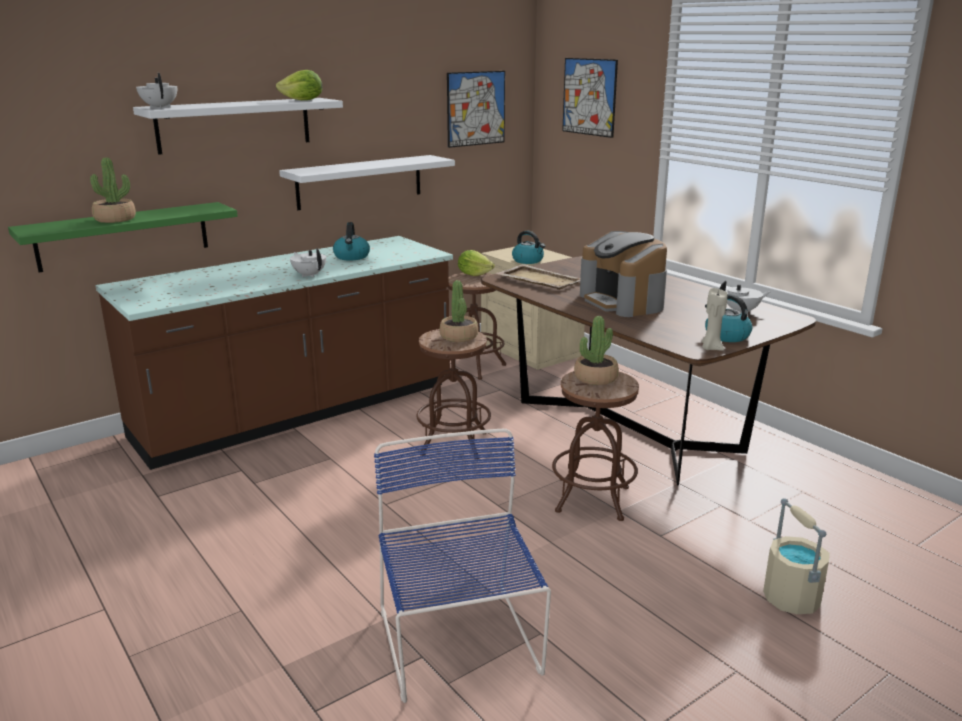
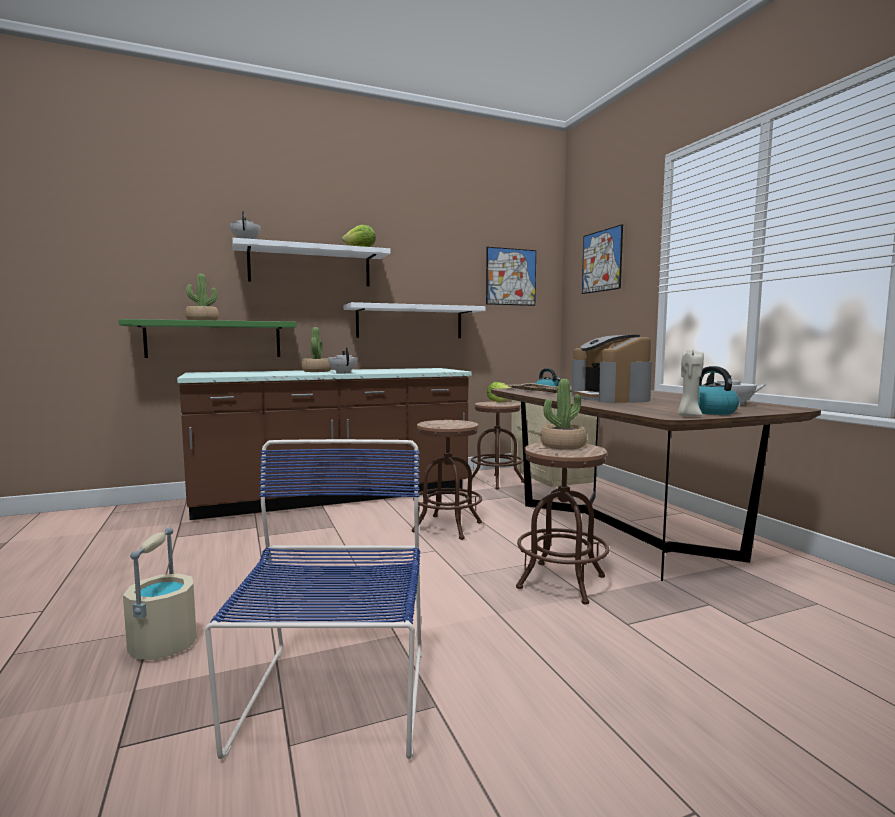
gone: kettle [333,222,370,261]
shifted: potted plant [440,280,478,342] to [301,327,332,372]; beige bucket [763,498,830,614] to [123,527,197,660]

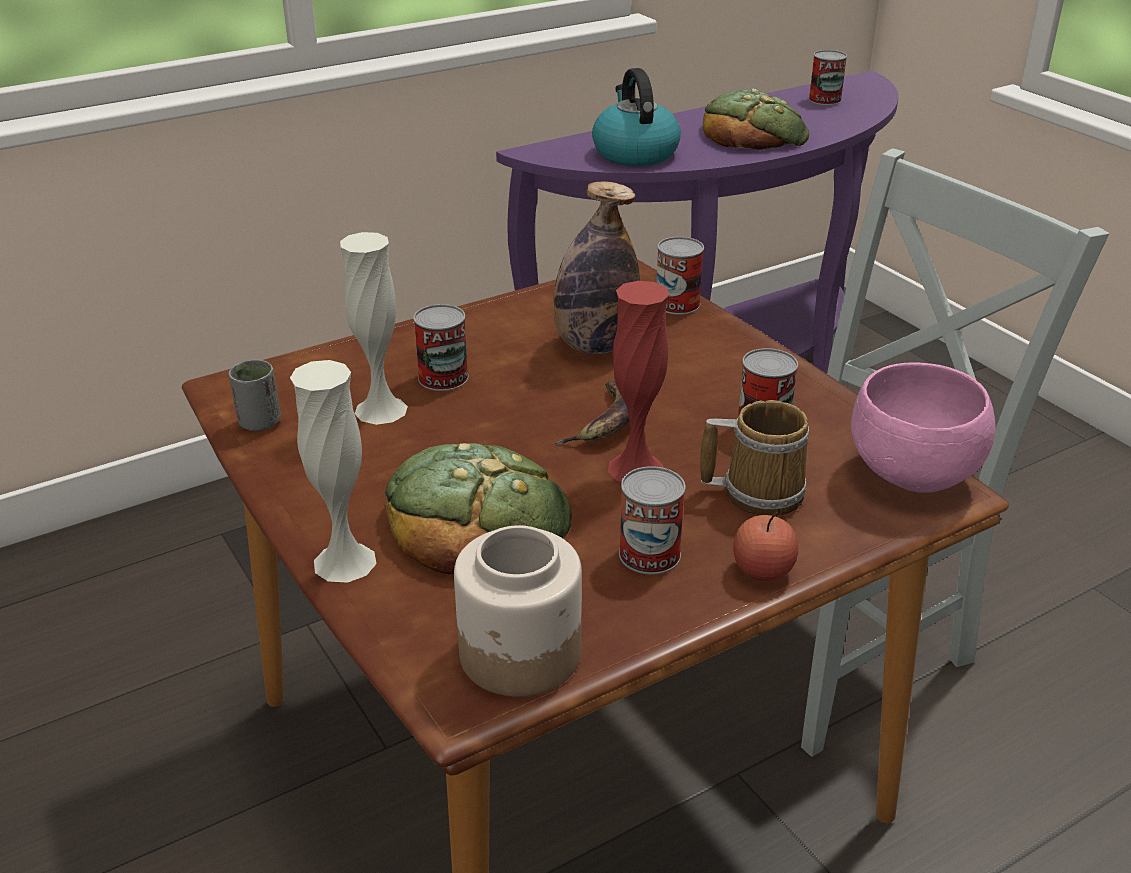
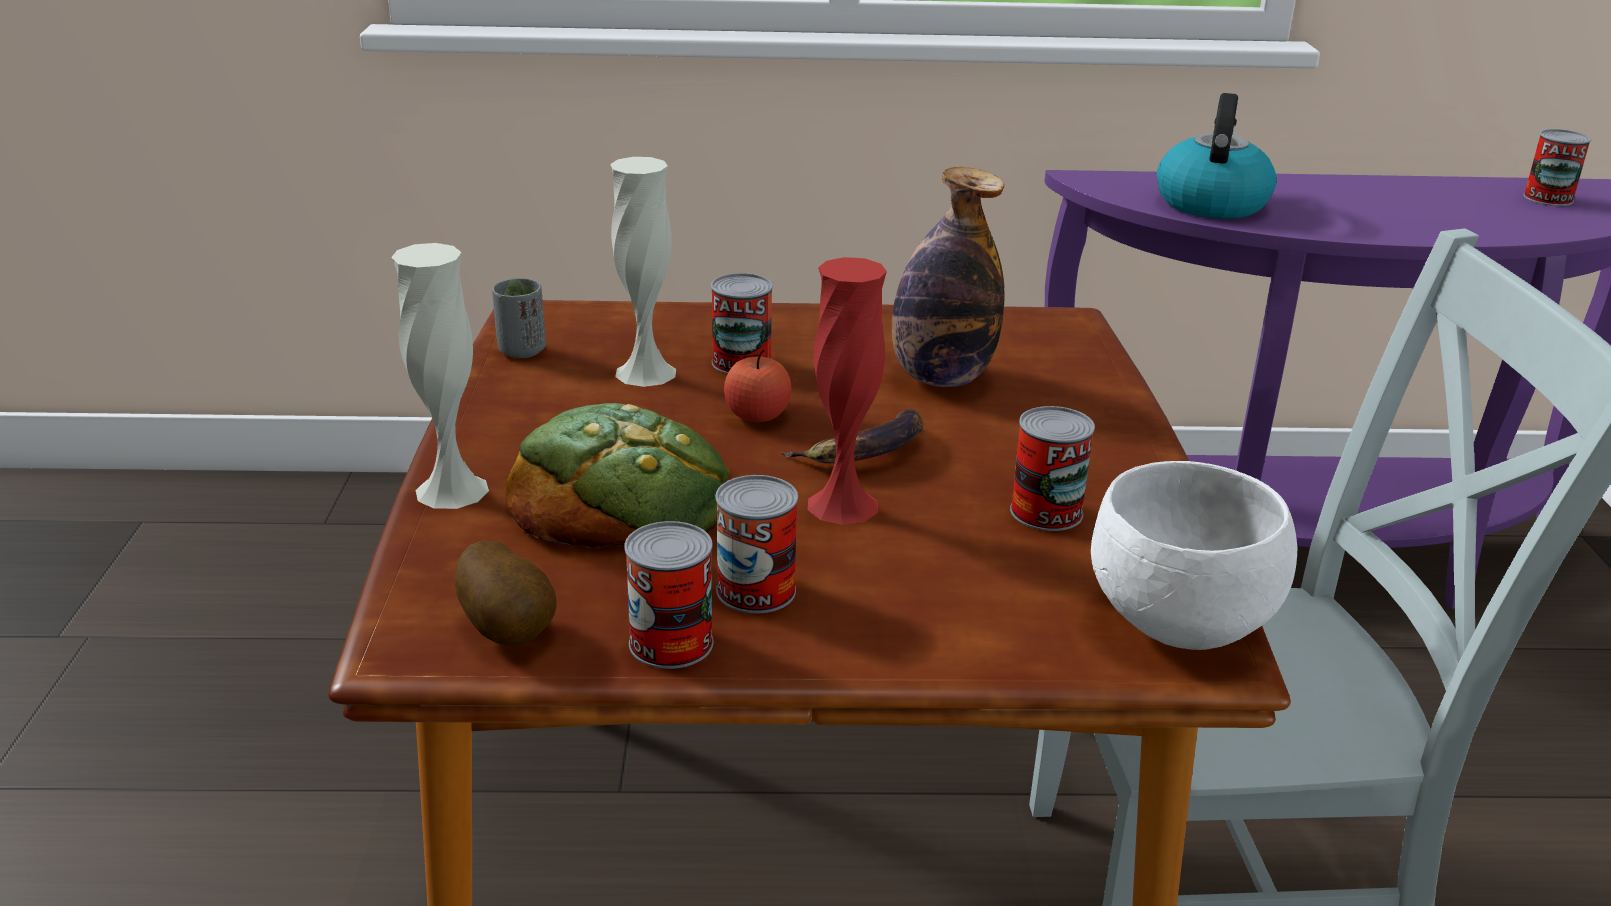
gone: mug [700,400,810,516]; bread [703,89,809,150]
shifted: can [657,237,704,315] to [624,521,713,669]; apple [733,513,798,581] to [724,349,792,422]
swapped: jar [454,525,582,697] to potato [455,540,557,645]
repainted: pink bowl [851,362,996,493] to white bowl [1091,461,1297,650]

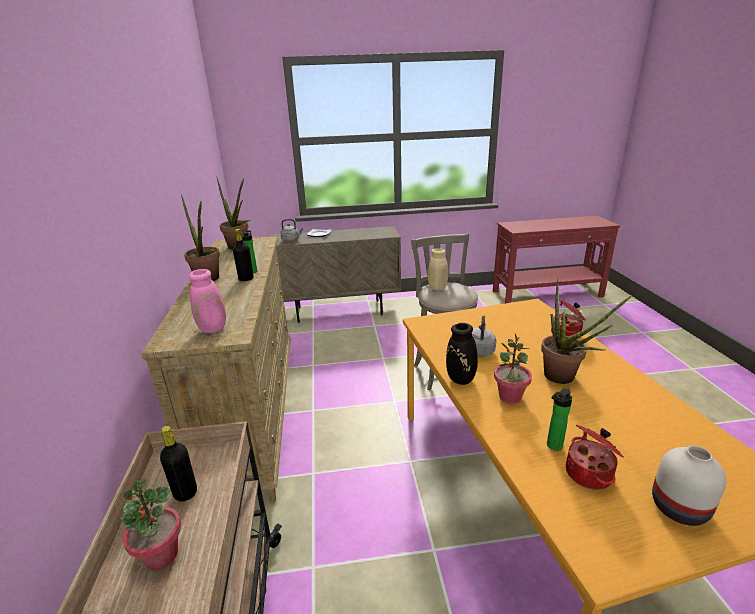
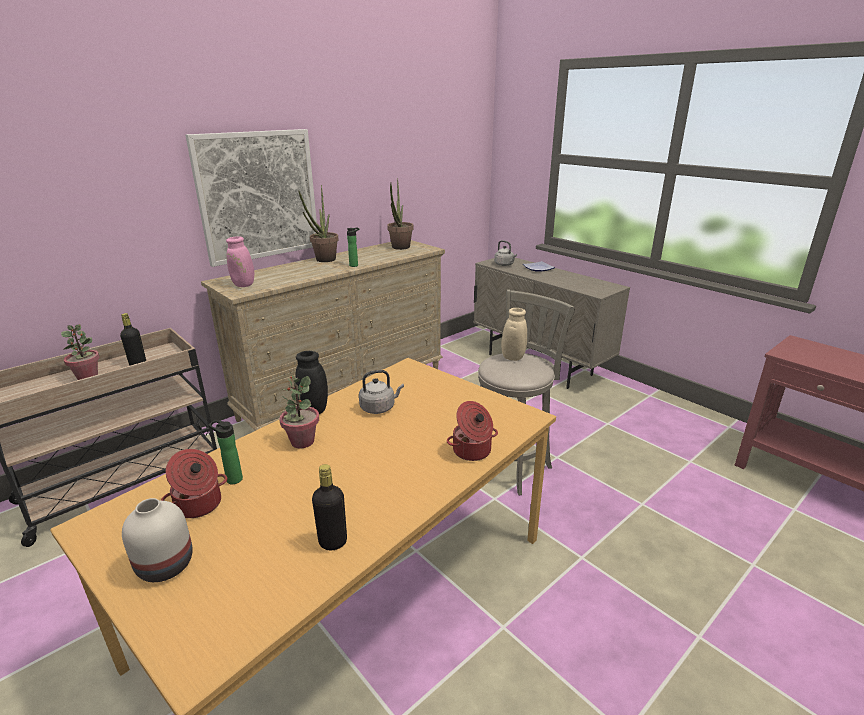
gone: potted plant [541,278,631,384]
new: picture [185,129,318,267]
shifted: black bottle [233,229,254,282] to [312,464,347,550]

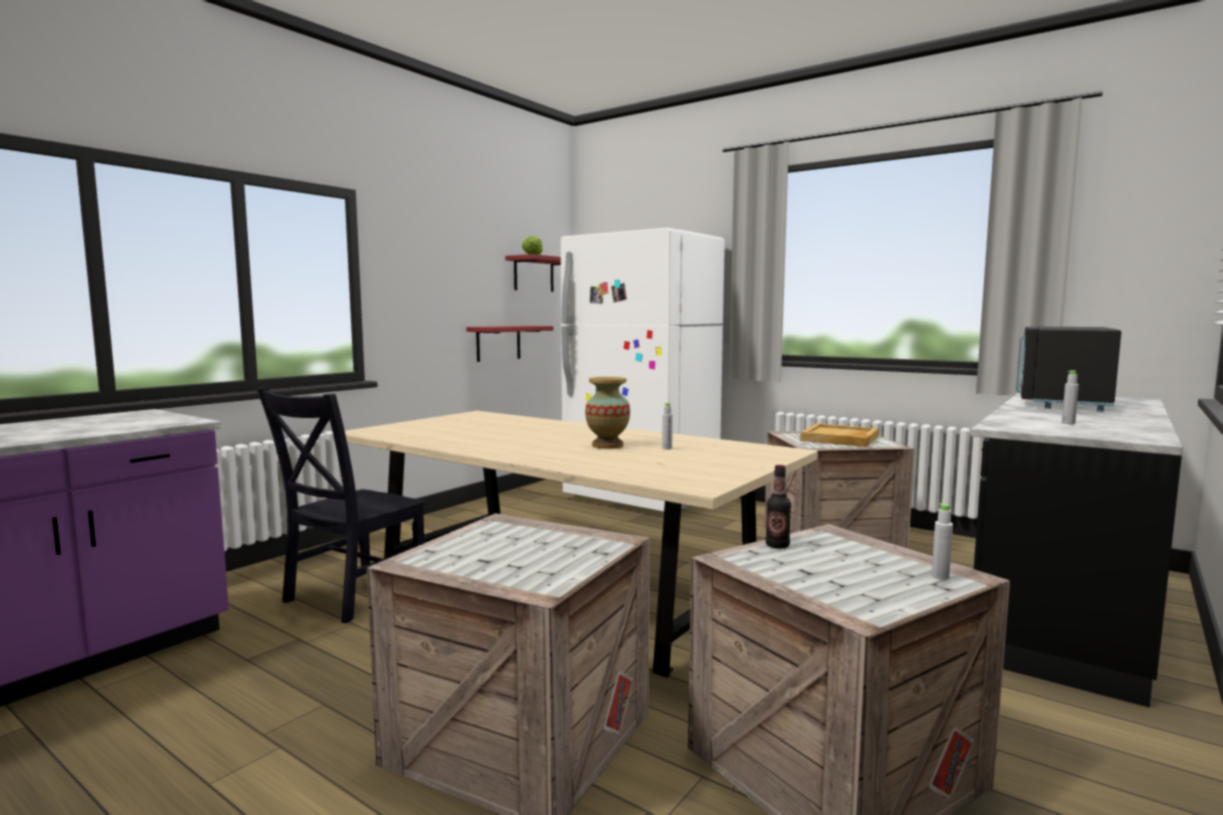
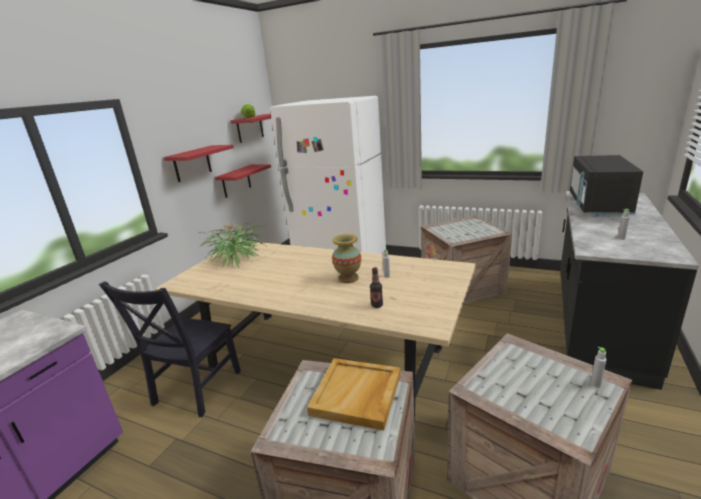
new: red shelf [164,145,234,182]; potted plant [198,223,266,269]
shifted: bottle [766,465,791,549] to [370,267,383,308]; beige tray [800,423,879,447] to [307,358,401,430]

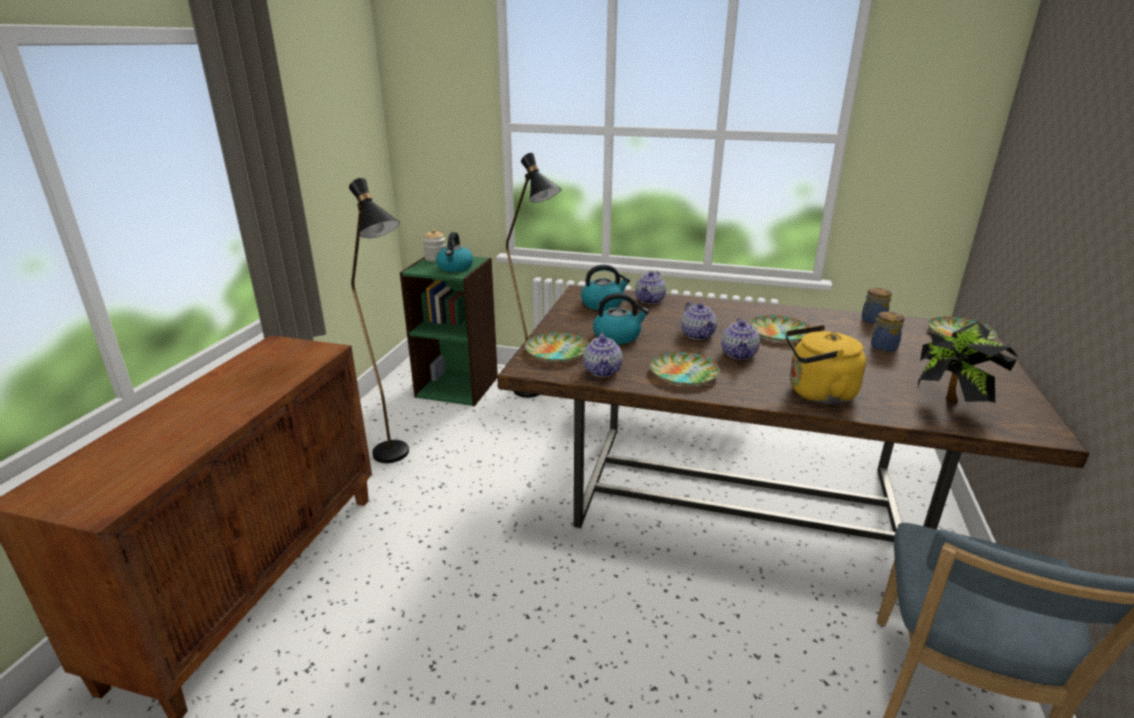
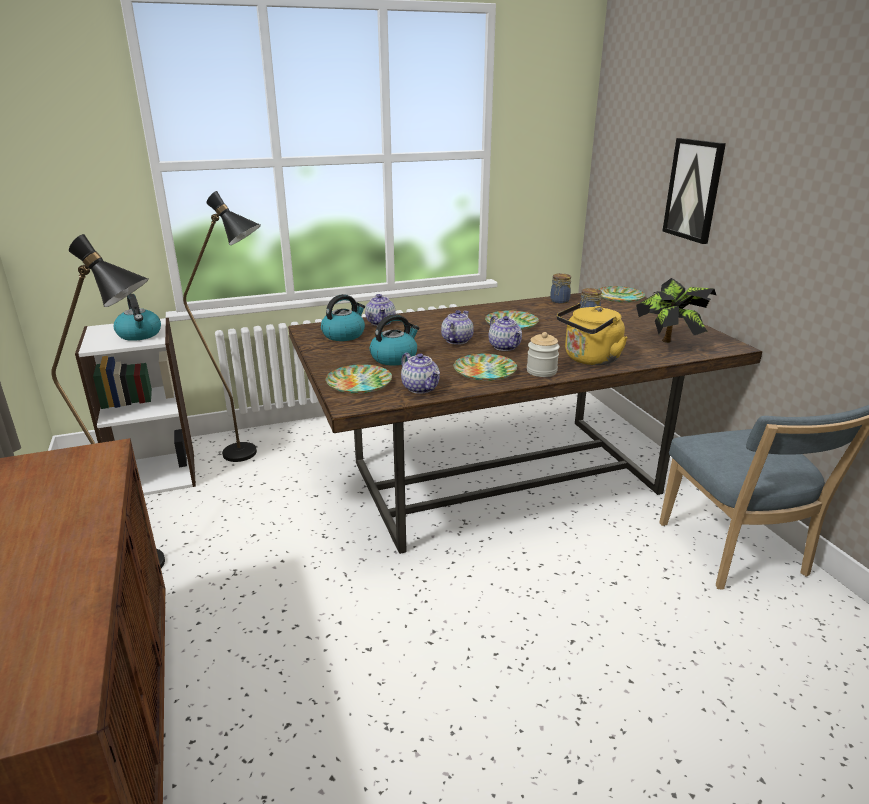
new: picture [662,138,726,244]
shifted: jar [423,229,446,262] to [527,332,560,377]
repainted: green bookcase [400,257,498,406] to white bookcase [75,318,196,496]
rotated: teapot [681,302,717,340] = [441,310,474,345] 105 degrees counterclockwise

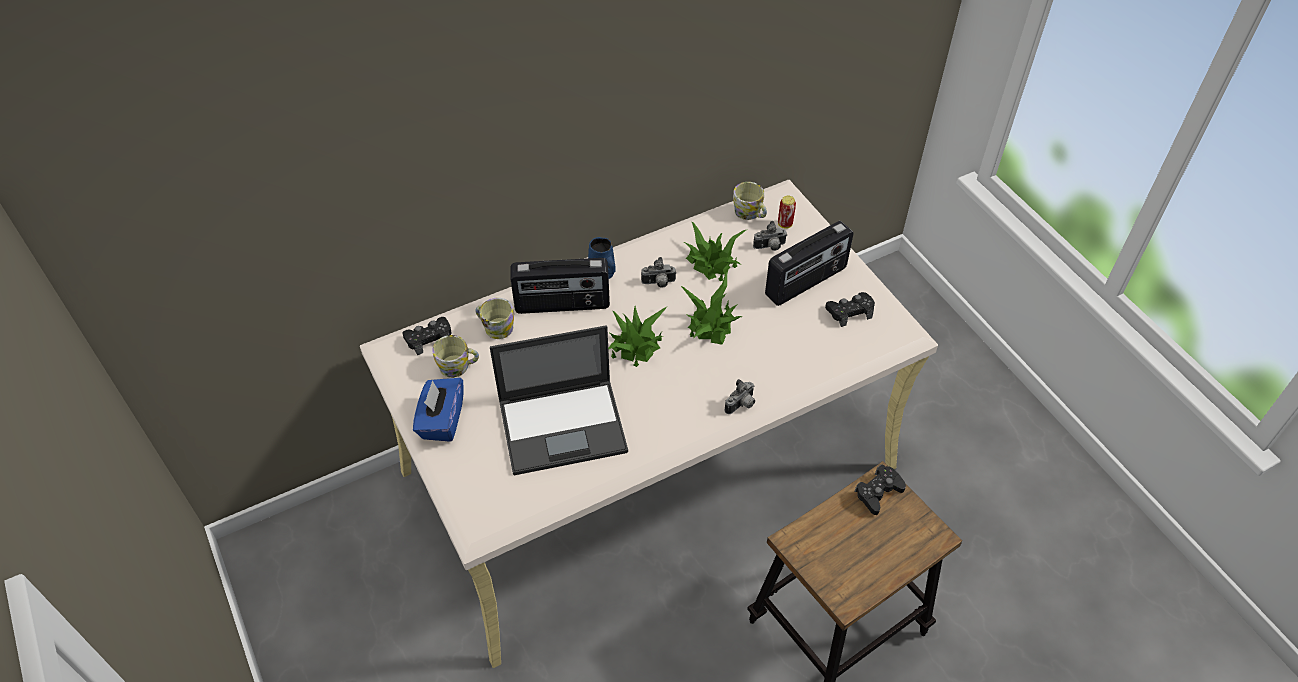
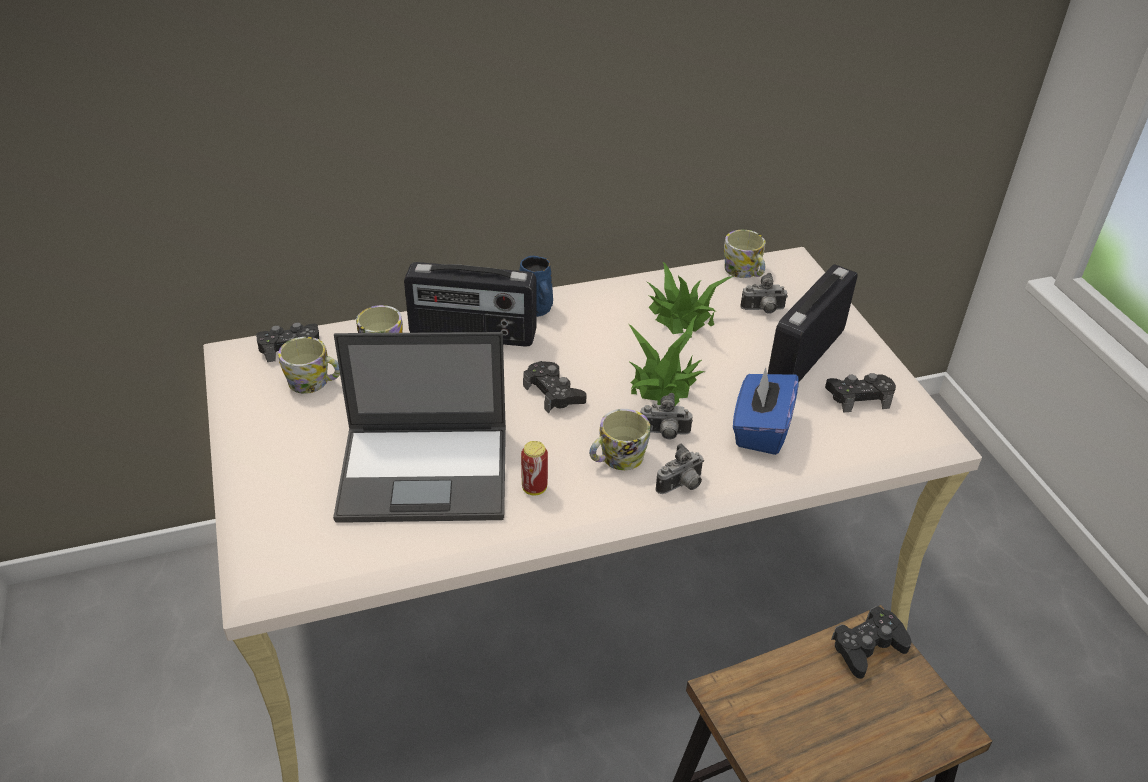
new: mug [589,409,650,470]
shifted: blue tissue box [413,378,464,442] to [733,367,799,455]; photo camera [641,257,676,288] to [640,393,693,440]; can [778,196,796,229] to [521,441,548,495]
swapped: potted plant [608,306,667,367] to black game controller [523,361,587,414]
rotated: radio [765,221,854,306] = [768,264,858,382] 150 degrees clockwise

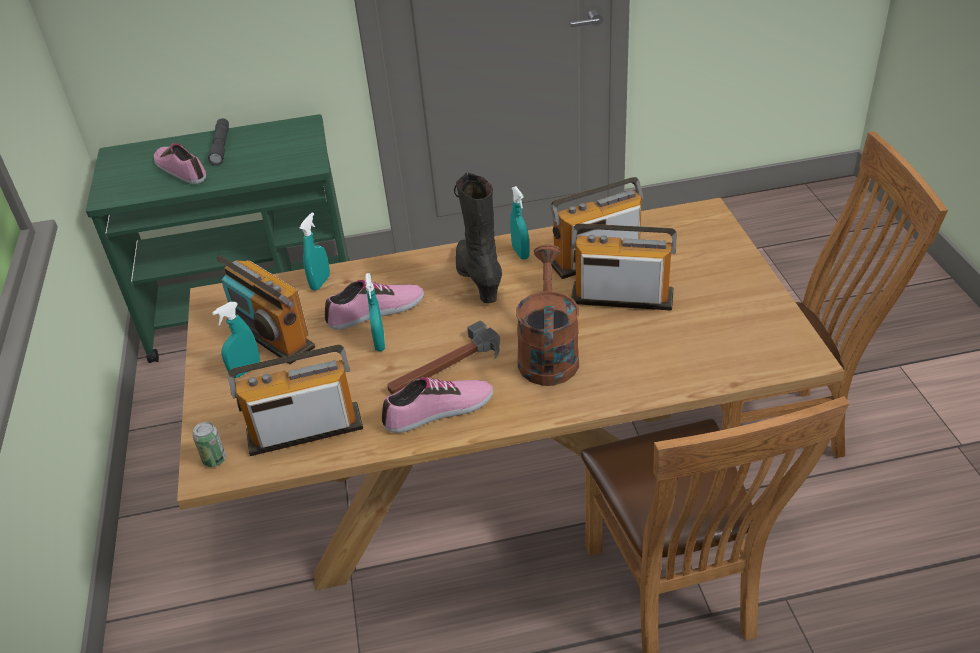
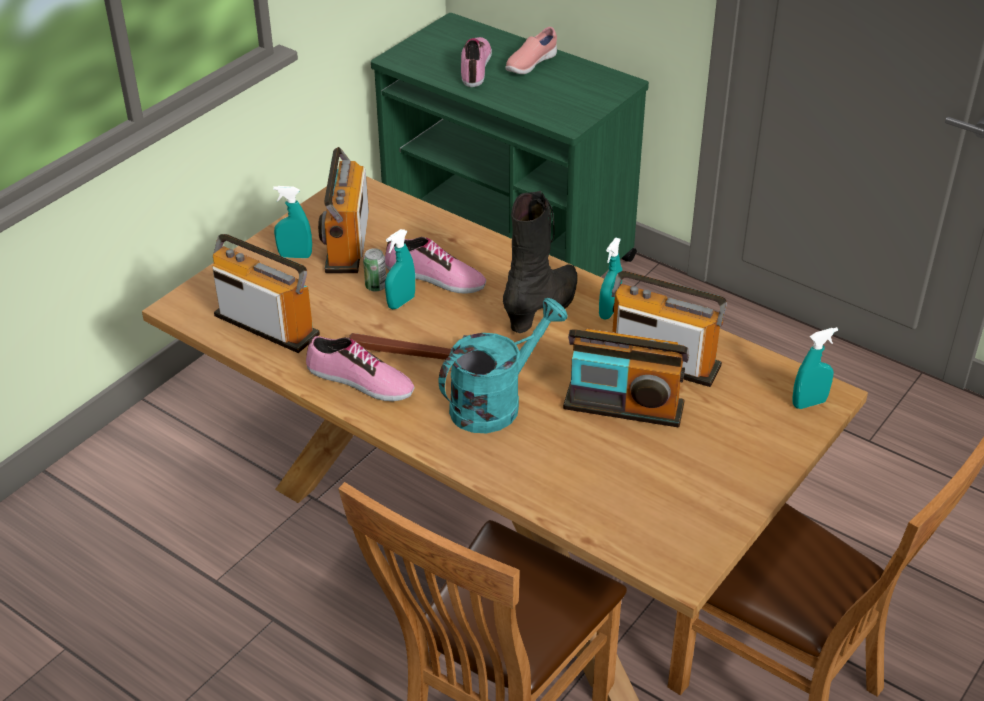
shifted: can [193,422,226,467] to [363,248,386,292]; turquoise spray bottle [299,212,330,291] to [792,327,838,409]
swapped: grey flashlight [208,118,229,166] to pink shoe [505,27,557,74]
repainted: brown watering can [516,244,579,386] to turquoise watering can [439,298,568,433]
rotated: radio [571,223,677,311] = [563,329,689,427] 135 degrees clockwise

